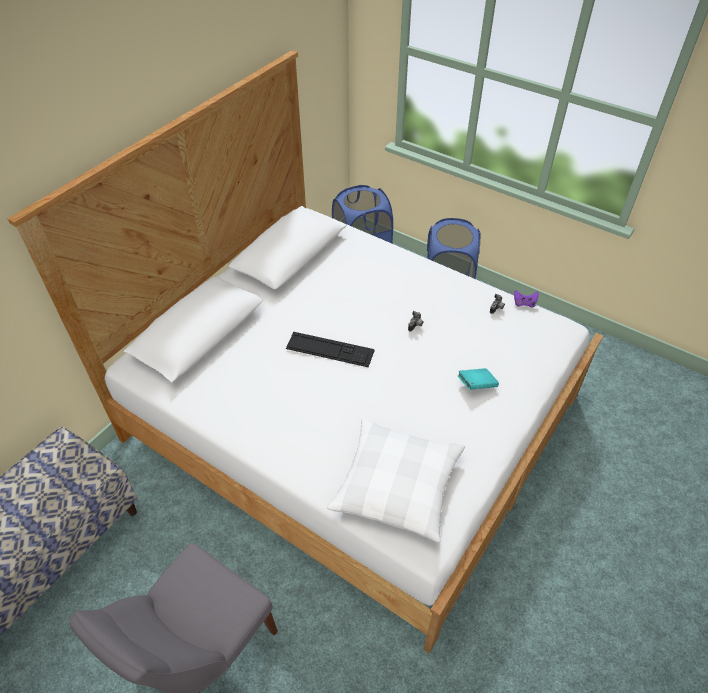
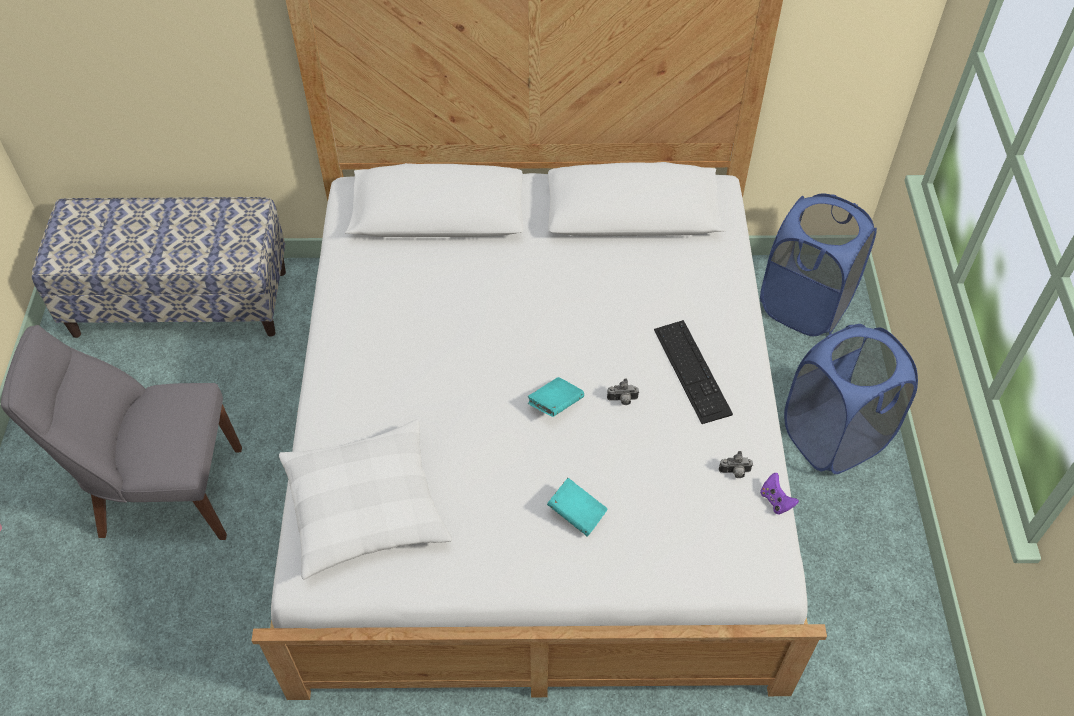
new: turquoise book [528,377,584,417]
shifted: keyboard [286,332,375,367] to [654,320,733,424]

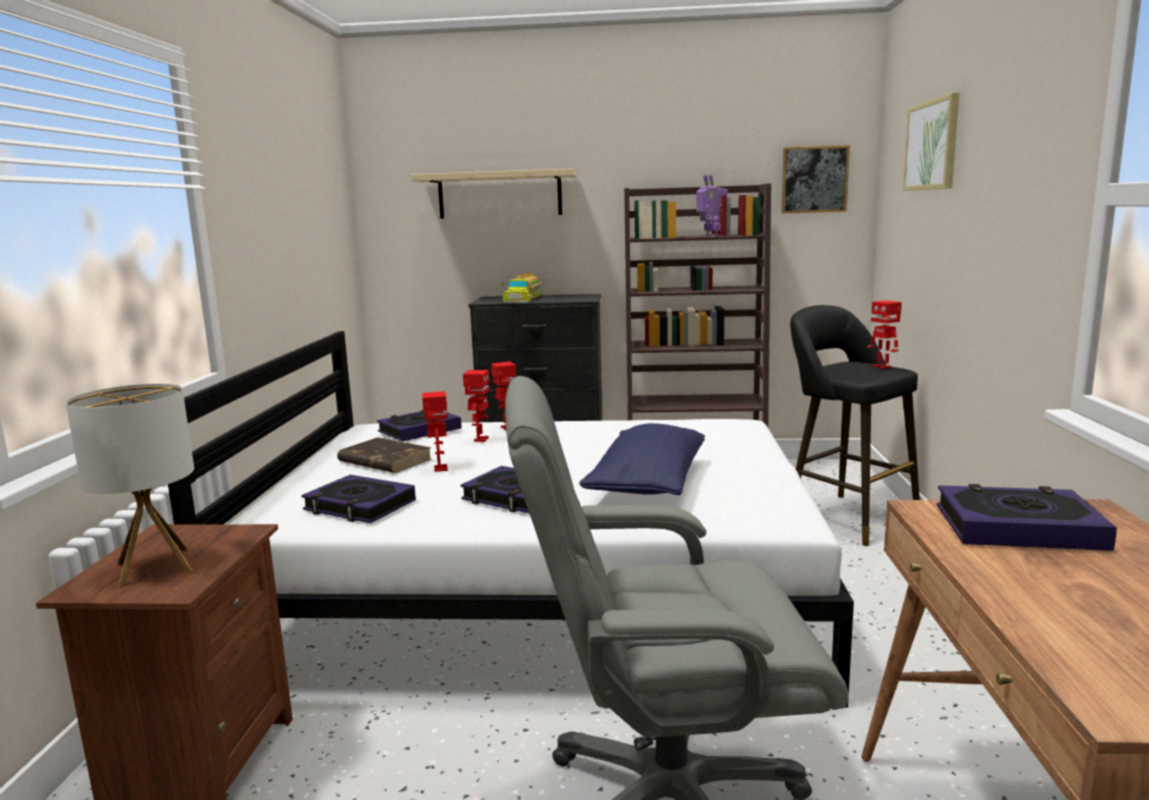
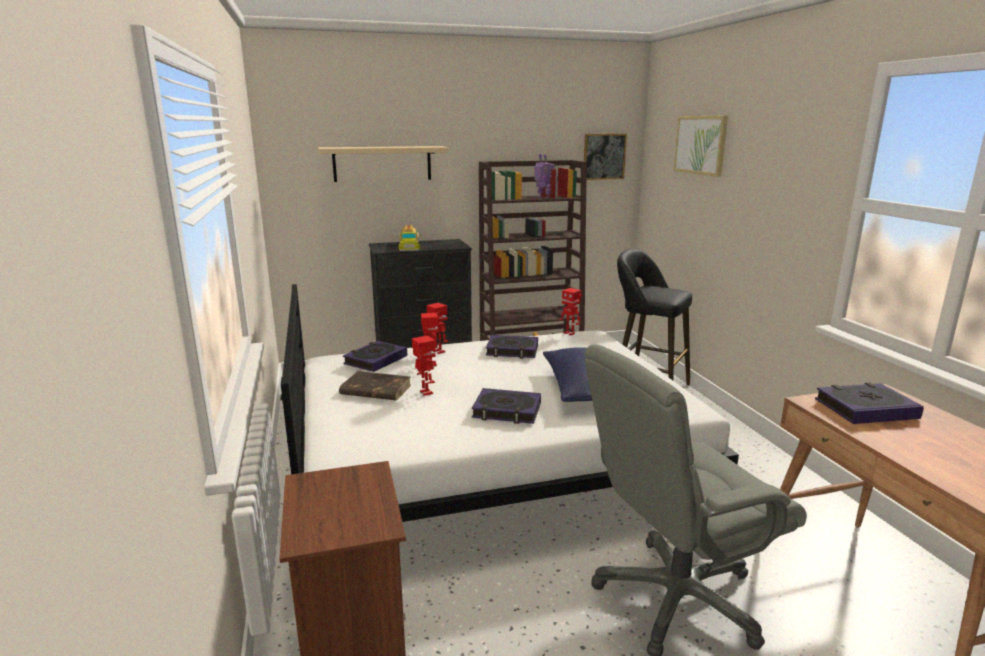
gone: table lamp [66,384,194,588]
shifted: book [301,475,416,523] to [486,335,538,358]; toy robot [867,300,902,369] to [559,288,581,336]

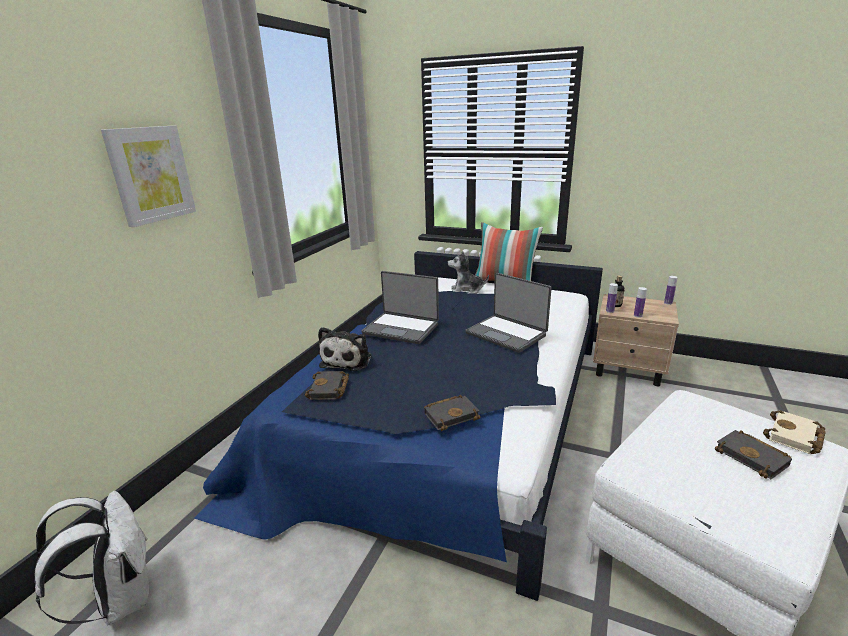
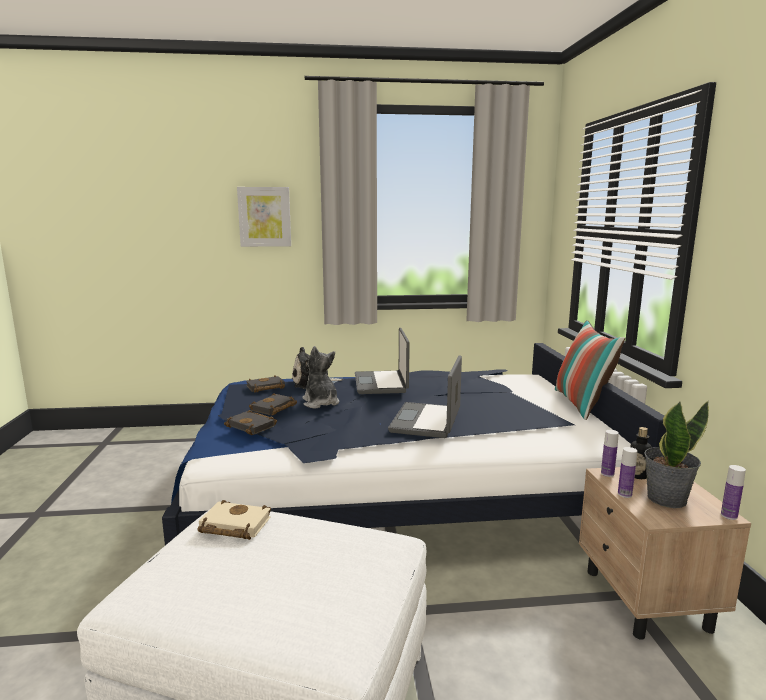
gone: white backpack [34,491,149,626]
new: potted plant [644,401,709,508]
shifted: plush toy [448,251,489,294] to [302,346,339,409]; black book [715,430,792,479] to [249,393,297,415]; beige book [763,410,826,454] to [197,500,271,540]

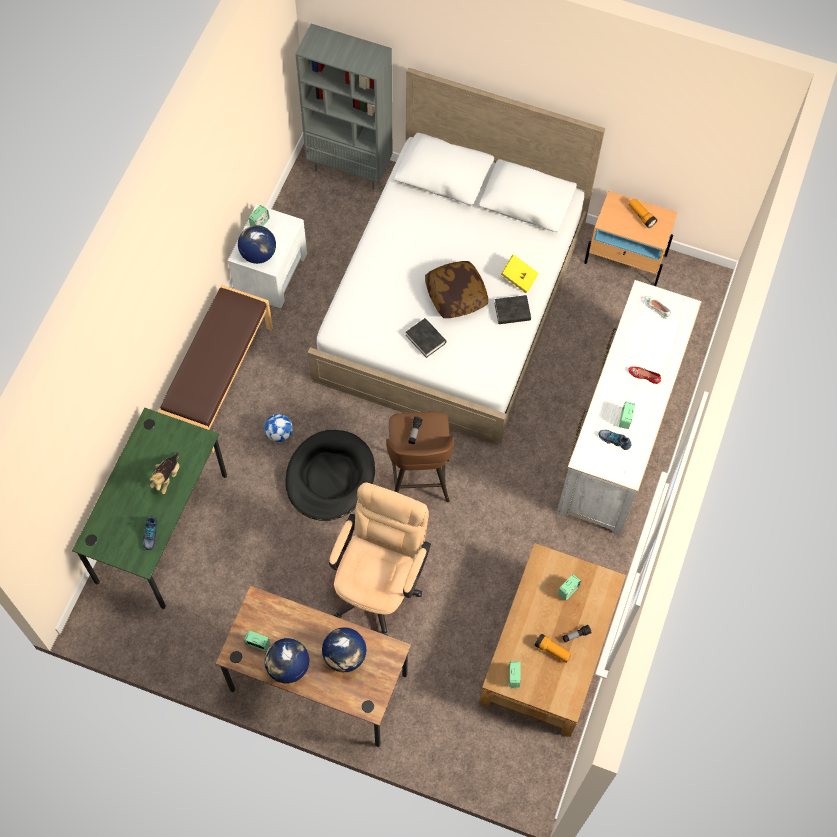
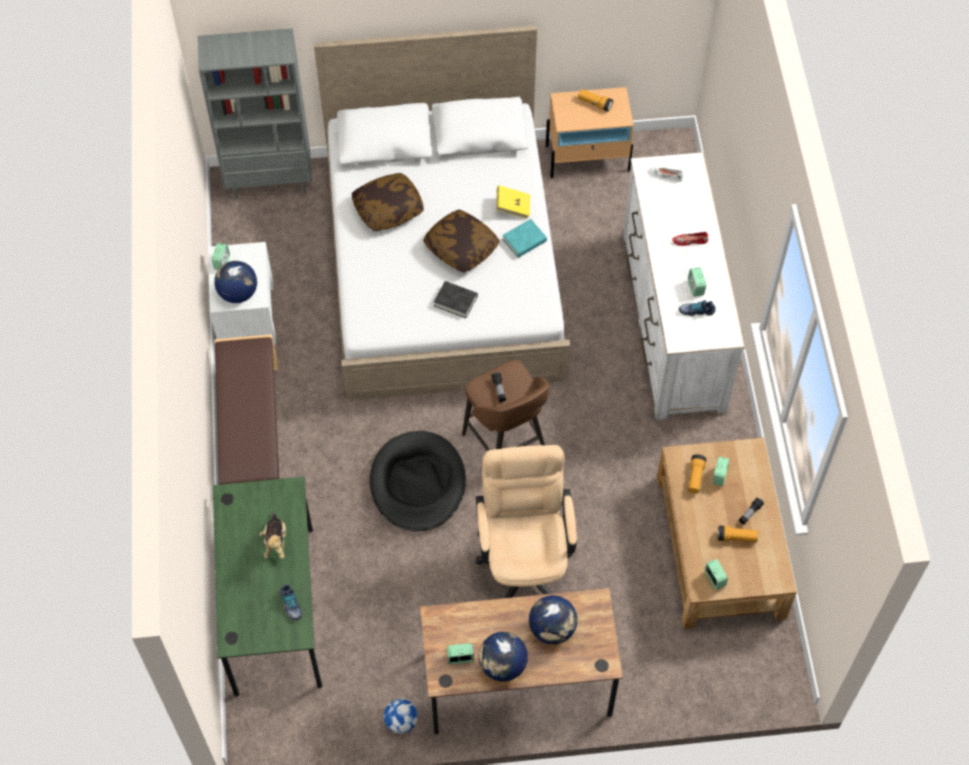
new: pillow [352,173,424,231]; flashlight [688,454,706,494]
shifted: football [264,414,293,442] to [384,699,418,734]
repainted: black book [495,295,531,324] to turquoise book [503,219,547,258]

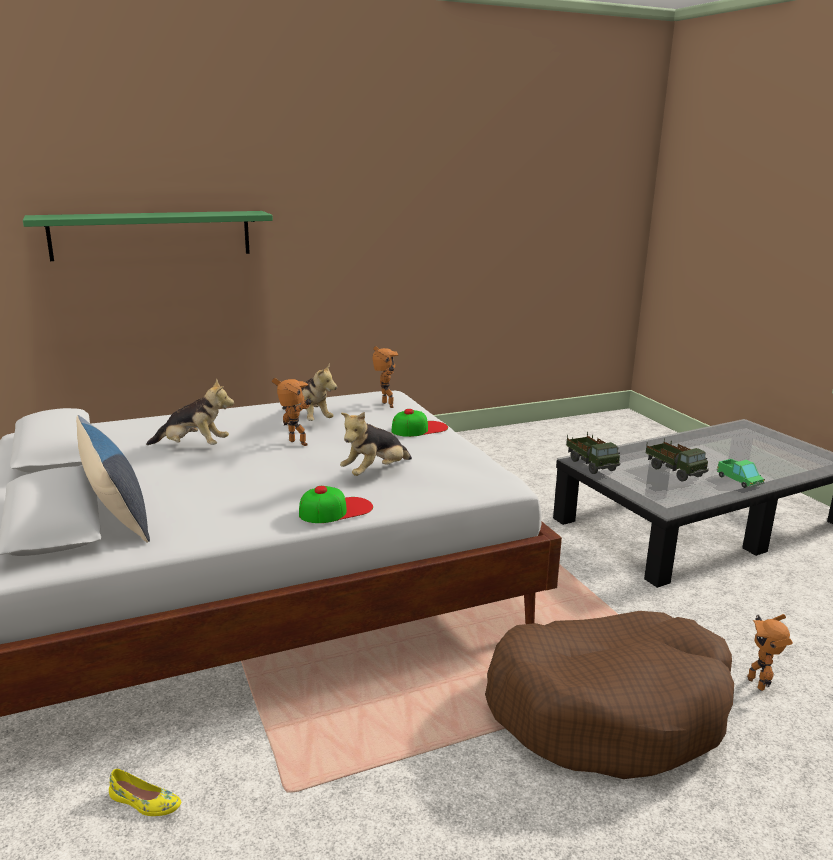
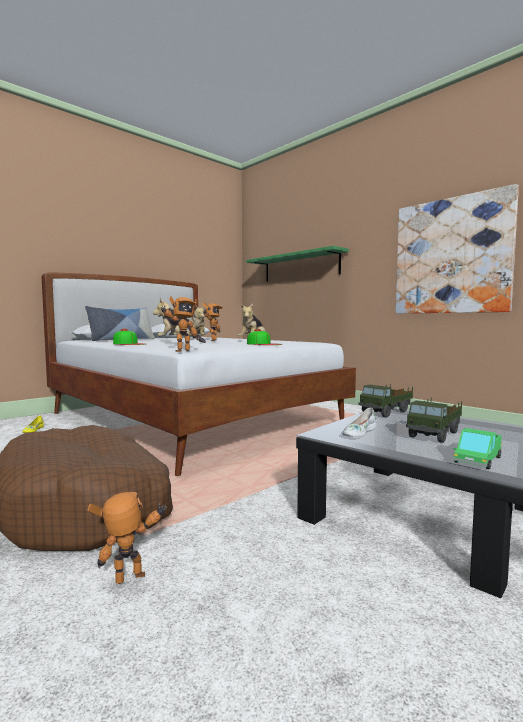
new: white shoe [342,408,376,438]; picture [396,184,519,314]
shifted: toy robot [373,346,398,408] to [161,296,198,352]

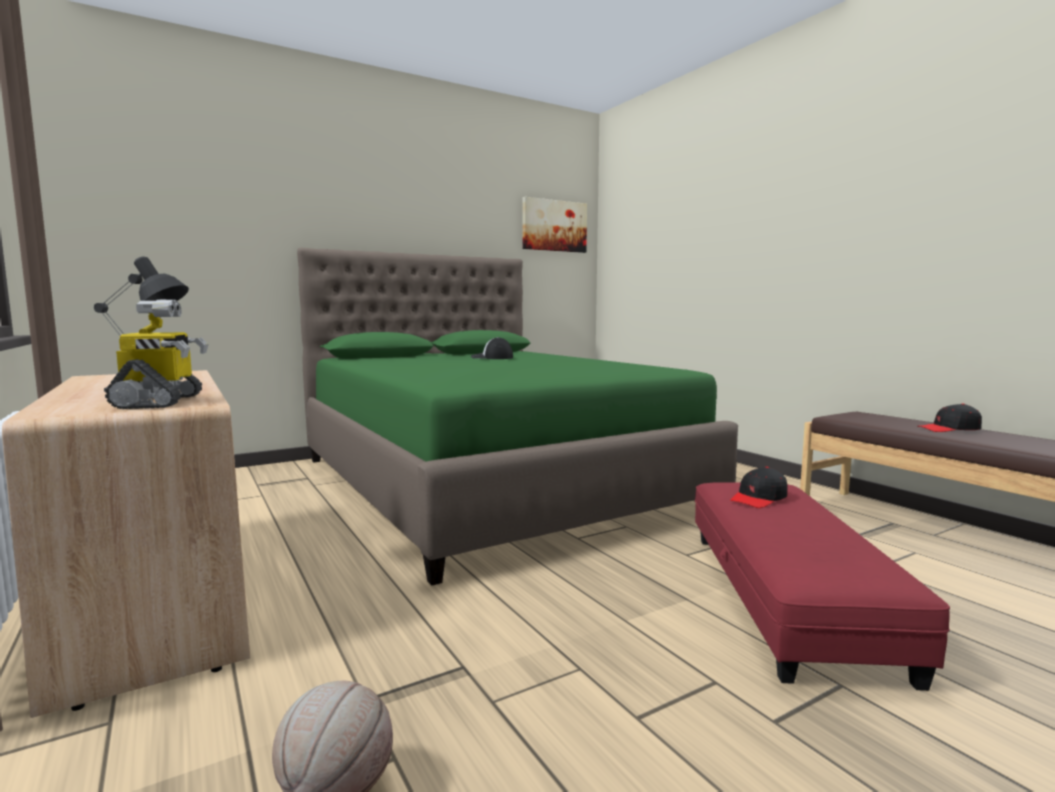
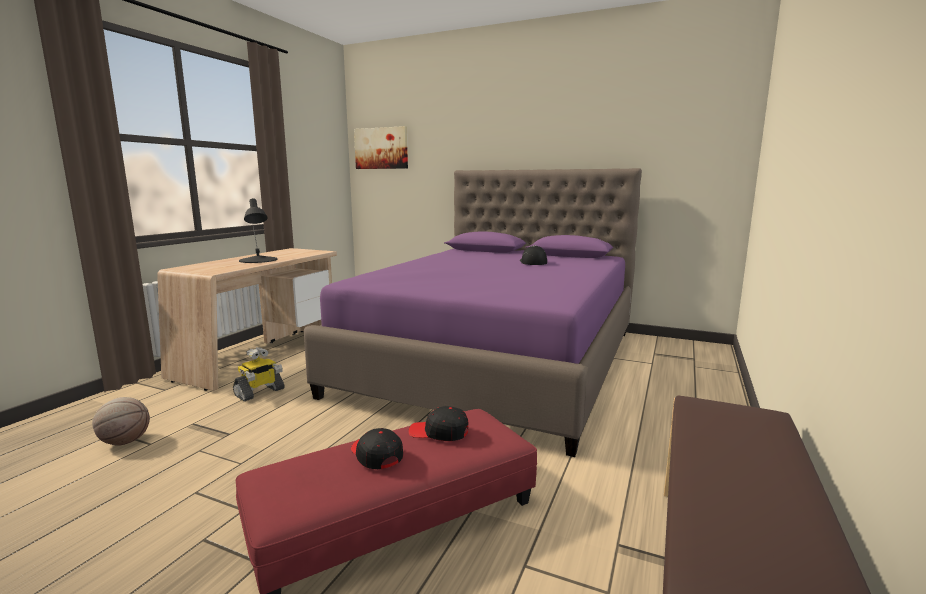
shifted: toy robot [105,300,208,409] to [233,347,285,401]; picture [523,197,587,253] to [354,126,408,169]; black cap [917,404,982,432] to [351,428,403,469]
repainted: green bed [297,248,738,586] to purple bed [304,168,642,457]

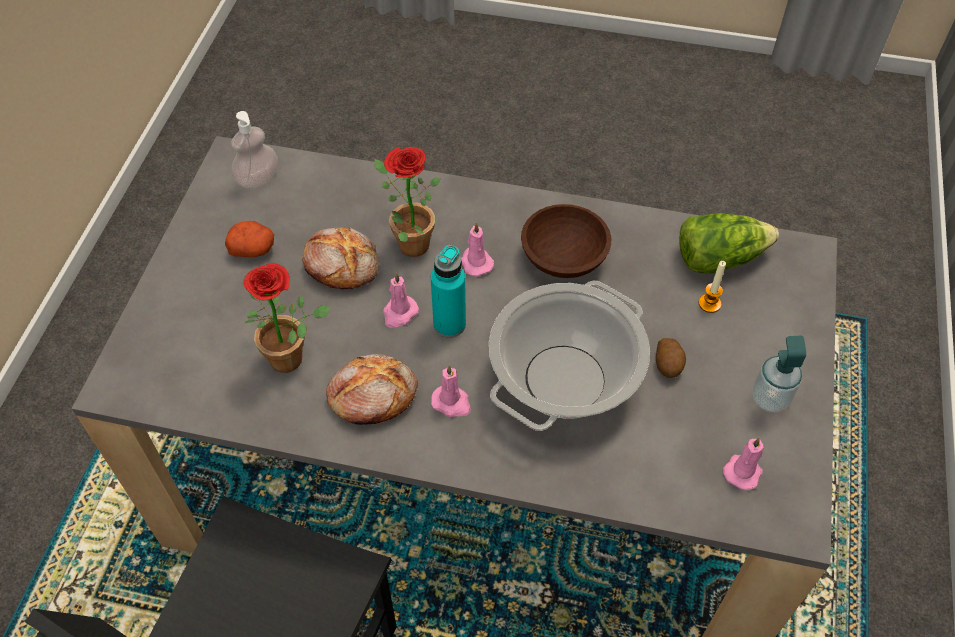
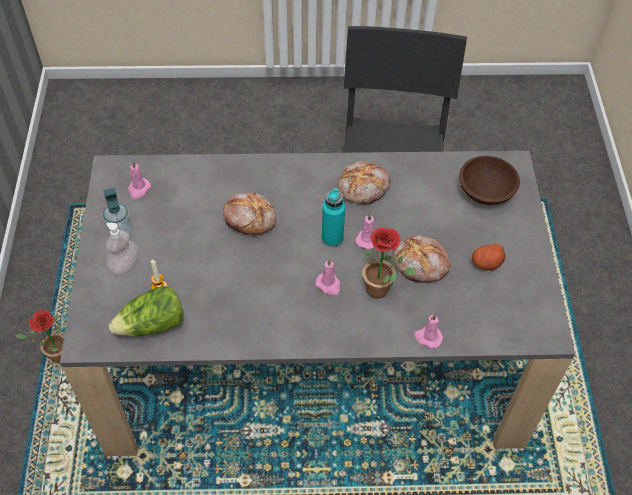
gone: potato [656,338,686,378]
shifted: soap dispenser [231,111,278,189] to [106,222,139,275]; potted plant [243,263,331,373] to [16,310,64,363]; pink candle [431,365,471,417] to [414,314,443,349]; brown bowl [521,204,611,278] to [459,156,520,205]
swapped: cooking pot [489,281,650,431] to bread [223,193,276,235]

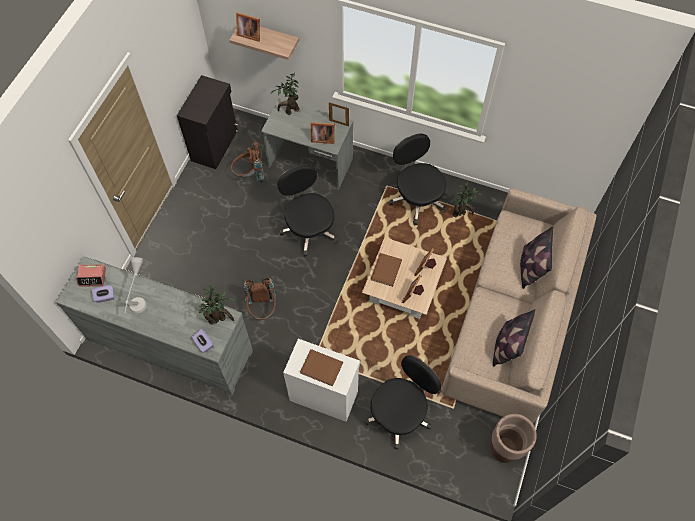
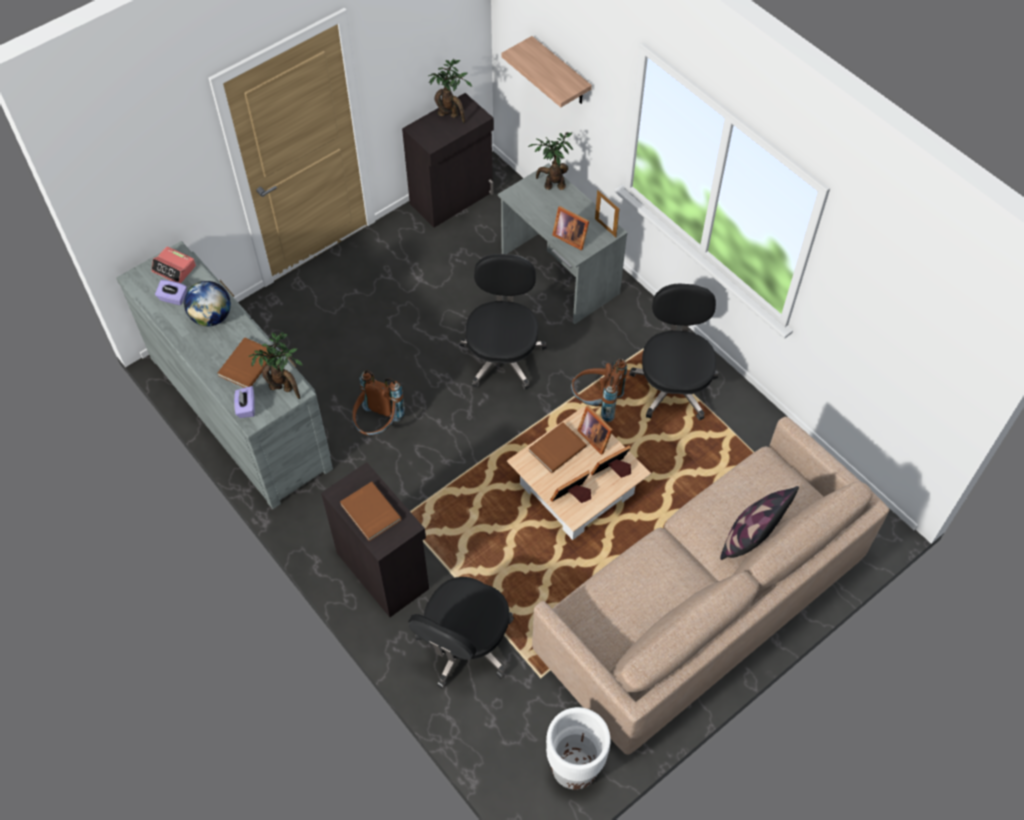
gone: pillow [493,309,535,367]
new: brown book [218,337,271,388]
shifted: brown backpack [231,142,265,183] to [571,359,627,422]; picture frame [236,12,260,42] to [577,406,613,455]; potted plant [452,182,482,217] to [428,59,472,123]
swapped: grey table lamp [125,257,147,313] to globe [184,281,231,326]
repainted: white cabinet [283,339,360,422] to black cabinet [321,462,429,617]; brown planter [490,414,537,463] to white planter [546,707,611,790]
rotated: black office chair [364,355,441,450] = [408,577,514,689] 135 degrees clockwise

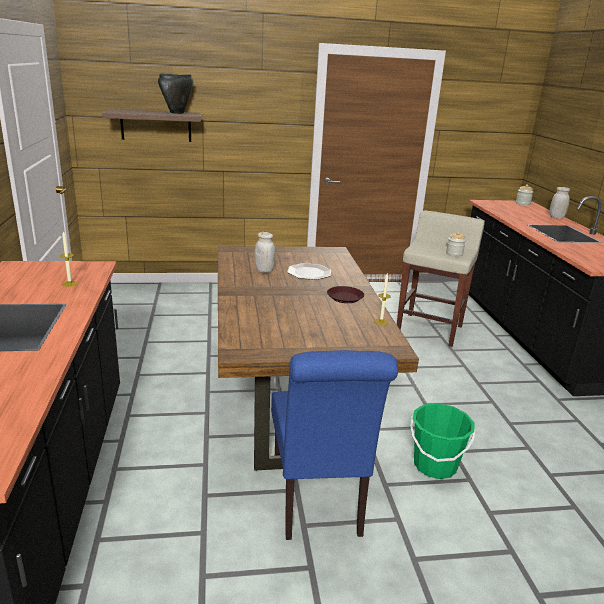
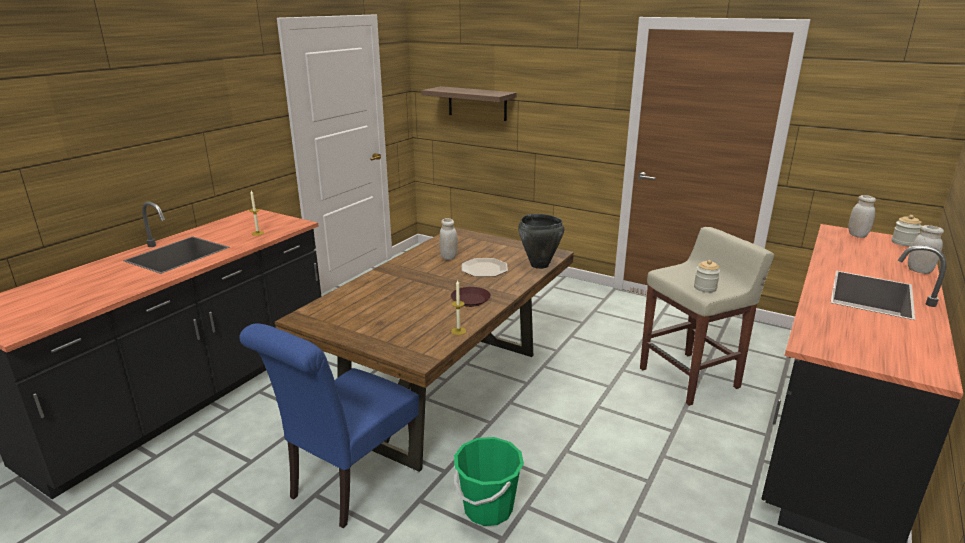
new: white jar [848,195,876,238]
shifted: black cooking pot [158,74,194,114] to [518,214,564,269]

